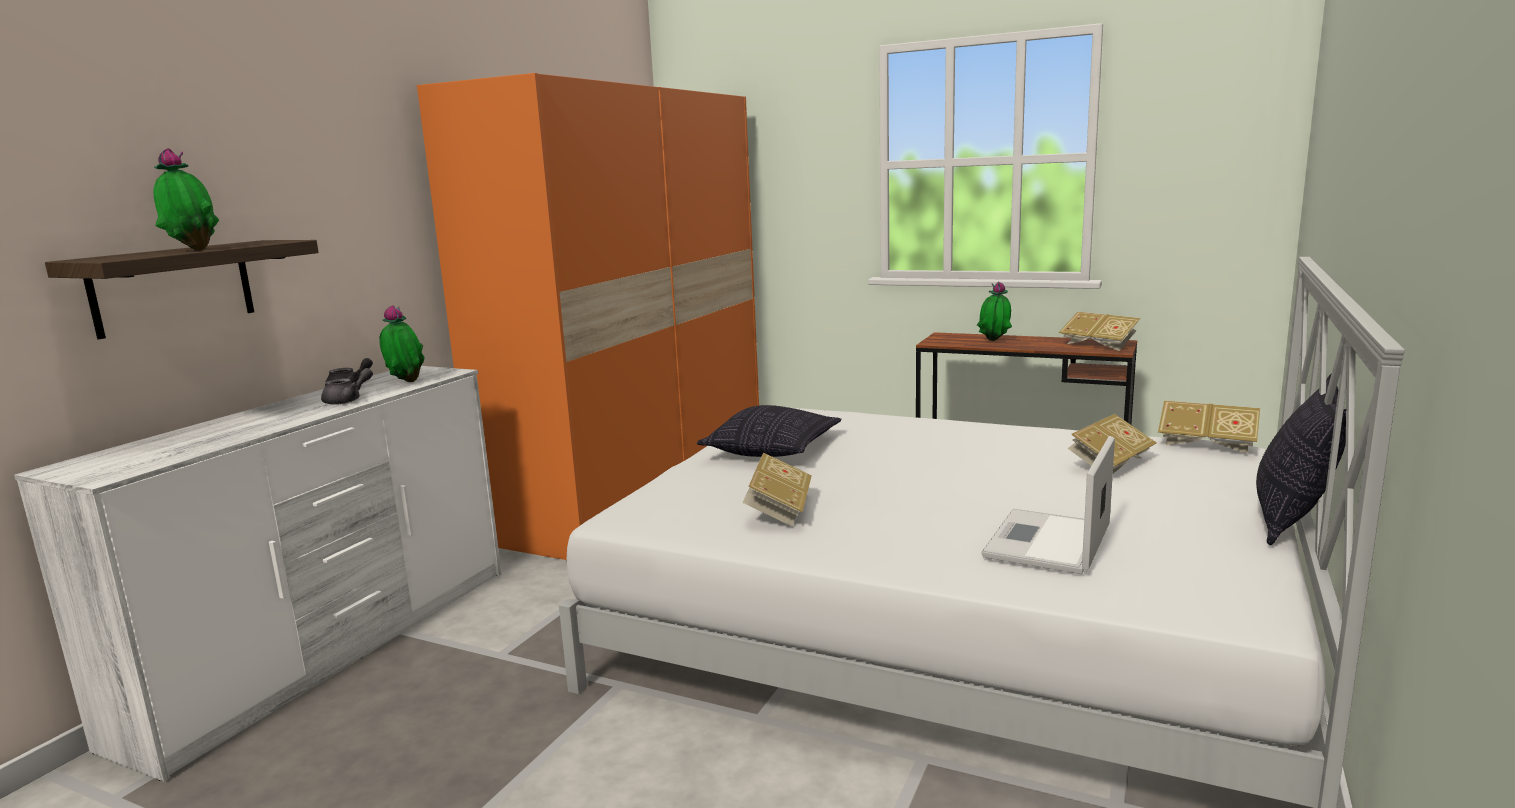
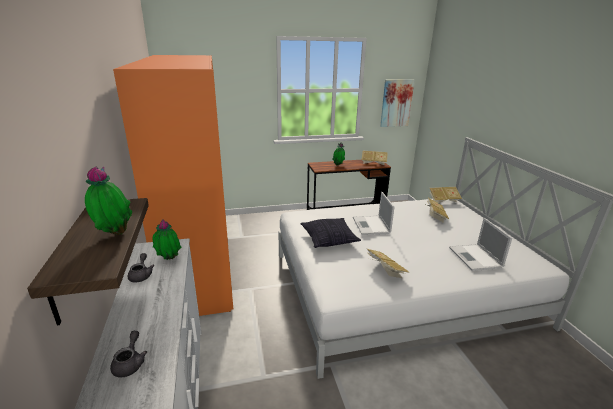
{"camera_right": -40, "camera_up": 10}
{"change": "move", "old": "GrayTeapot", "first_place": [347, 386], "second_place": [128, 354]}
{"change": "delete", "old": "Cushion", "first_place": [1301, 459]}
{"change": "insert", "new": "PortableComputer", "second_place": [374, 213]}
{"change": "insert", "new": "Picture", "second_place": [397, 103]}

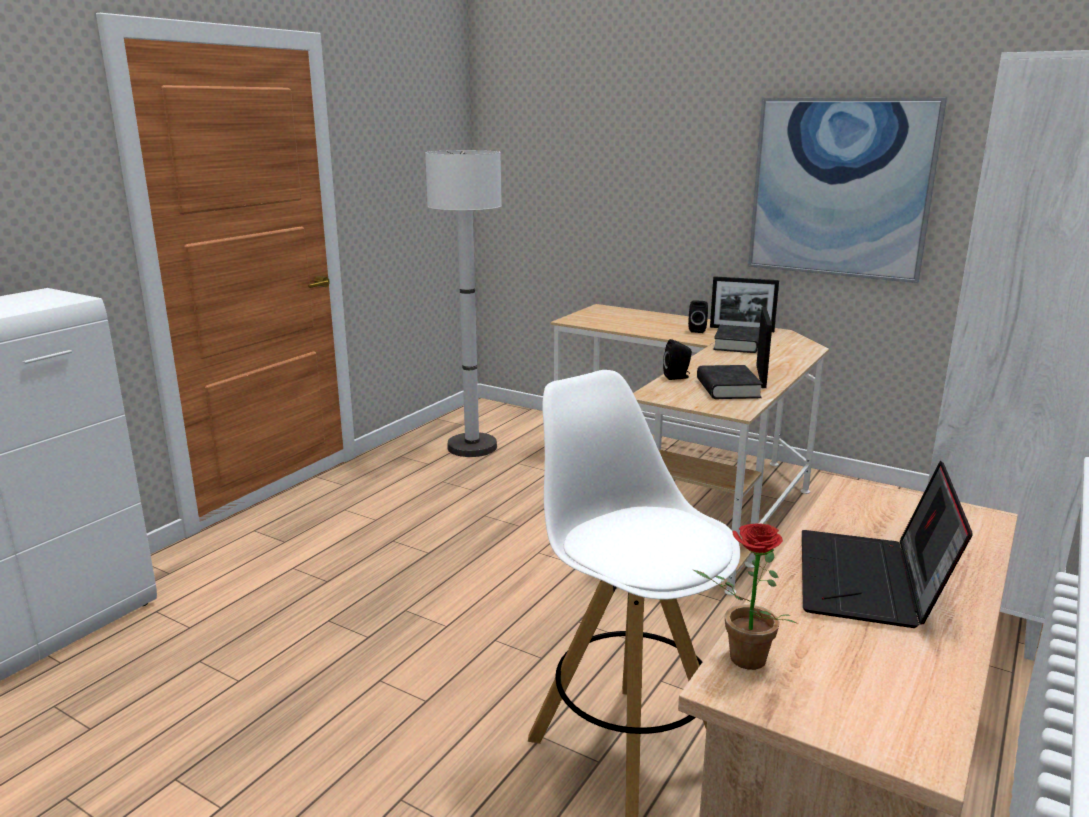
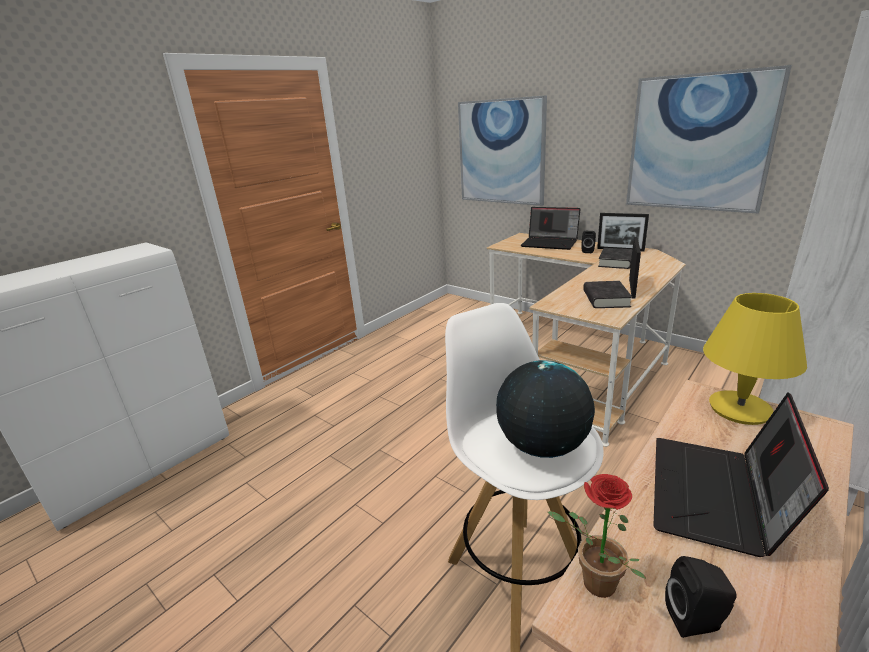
{"camera_right": 10, "camera_up": 5}
{"change": "delete", "old": "WhiteStandardLamp", "first_place": [463, 303]}
{"change": "move", "old": "BlackColouredSpeaker", "first_place": [677, 359], "second_place": [701, 597]}
{"change": "insert", "new": "Picture", "second_place": [502, 150]}
{"change": "insert", "new": "DeskGlobe", "second_place": [545, 409]}
{"change": "insert", "new": "PortableComputer", "second_place": [550, 228]}
{"change": "insert", "new": "YellowTableLamp", "second_place": [755, 359]}

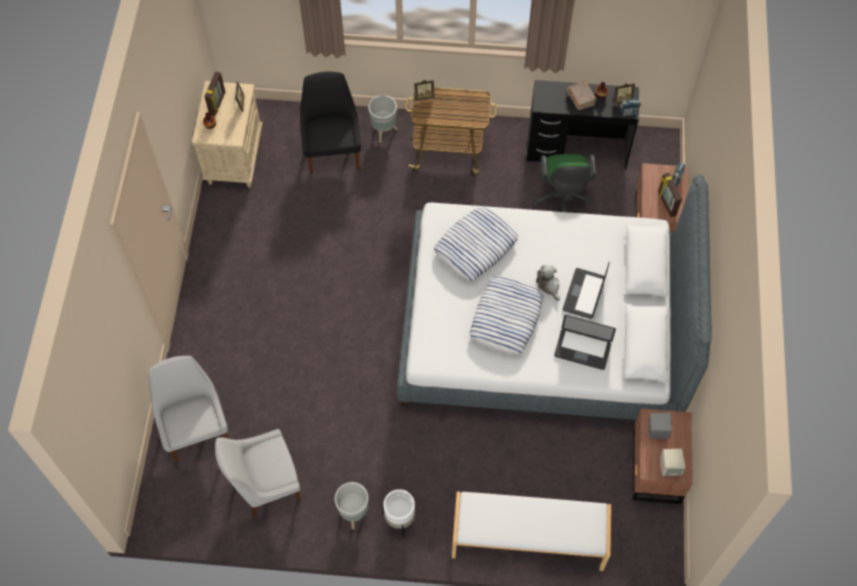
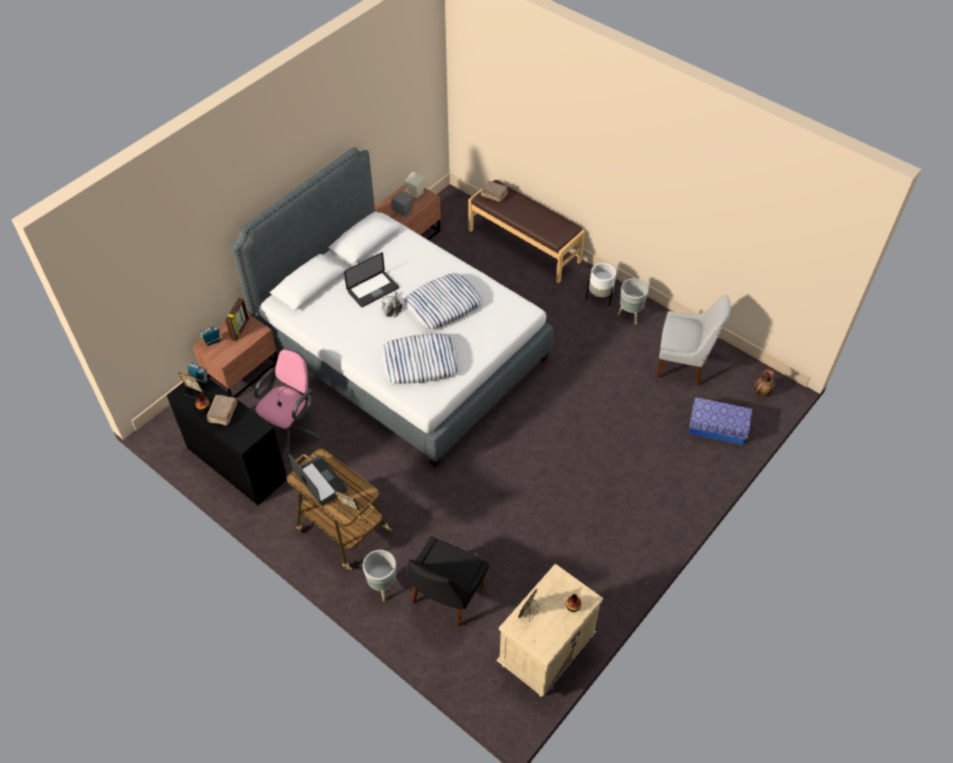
{"camera_right": -145, "camera_up": -10}
{"change": "replace", "old": "WhitePlainChair", "new": "StorageBox", "first_place": [188, 409], "second_place": [720, 421]}
{"change": "delete", "old": "PhotoFrame", "first_place": [214, 94]}
{"change": "recolor", "old": "WhiteIndoorBench", "new": "BrownishIndoorBench", "first_place": [531, 531], "second_place": [526, 231]}
{"change": "recolor", "old": "GreenComputerChair", "new": "PinkColouredComputerChair", "first_place": [565, 183], "second_place": [287, 404]}
{"change": "move", "old": "PortableComputer", "first_place": [585, 342], "second_place": [318, 480]}
{"change": "insert", "new": "BrownishBook", "second_place": [495, 191]}
{"change": "insert", "new": "Vase", "second_place": [764, 382]}

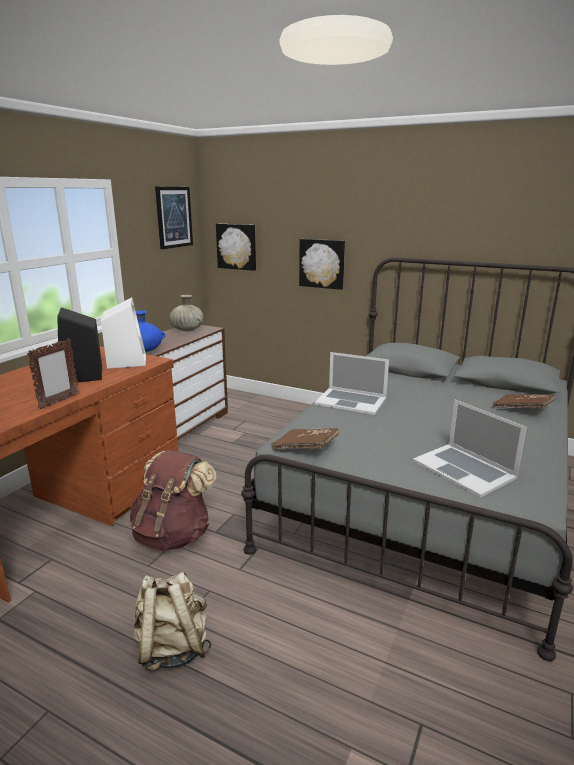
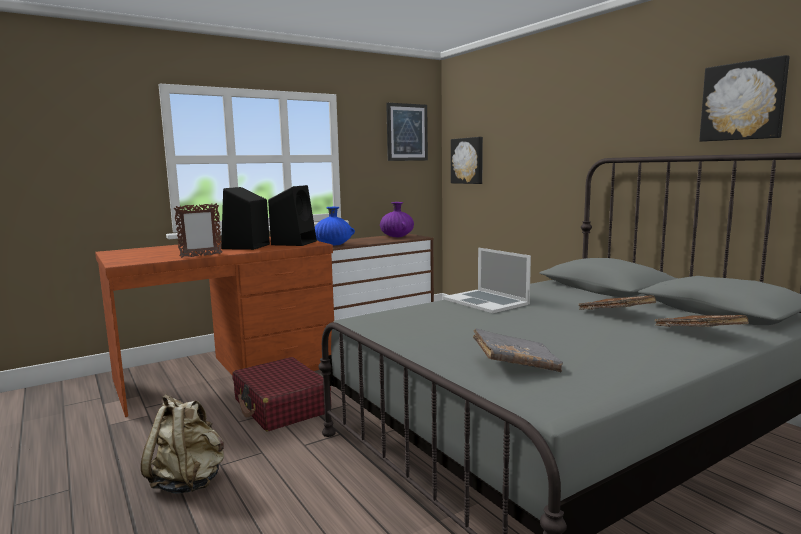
{"camera_right": 30, "camera_up": -10}
{"change": "recolor", "old": "WhiteSpeaker", "new": "BlackColouredSpeaker", "first_place": [123, 333], "second_place": [292, 215]}
{"change": "replace", "old": "BrownishRucksack", "new": "RedColouredTravelCase", "first_place": [173, 500], "second_place": [281, 394]}
{"change": "recolor", "old": "BeigeVase", "new": "PurplishVase", "first_place": [186, 313], "second_place": [397, 219]}
{"change": "move", "old": "BrownishBook", "first_place": [305, 439], "second_place": [617, 302]}
{"change": "move", "old": "Picture", "first_place": [322, 264], "second_place": [744, 98]}
{"change": "replace", "old": "PortableComputer", "new": "GrayBook", "first_place": [470, 449], "second_place": [518, 350]}

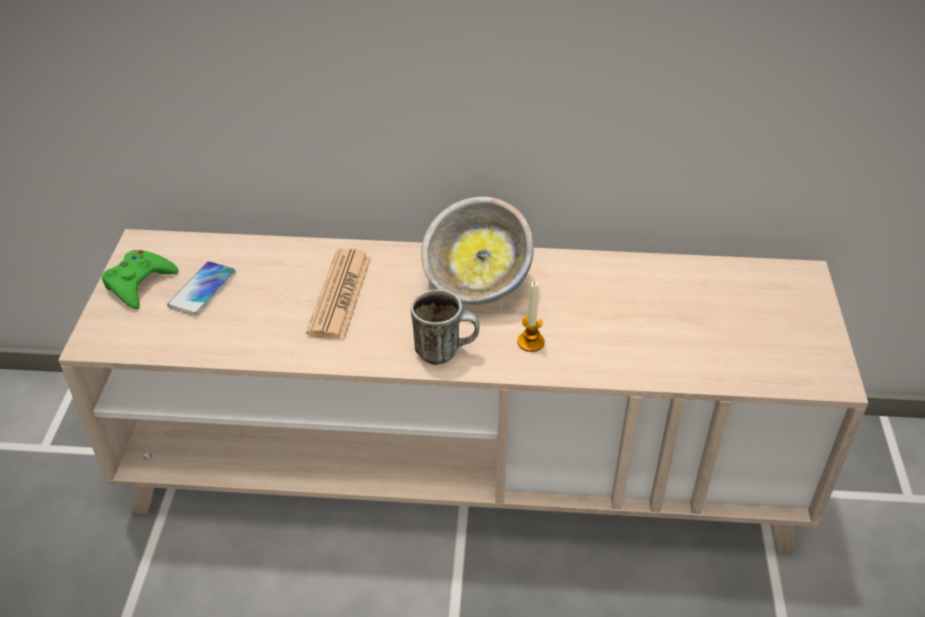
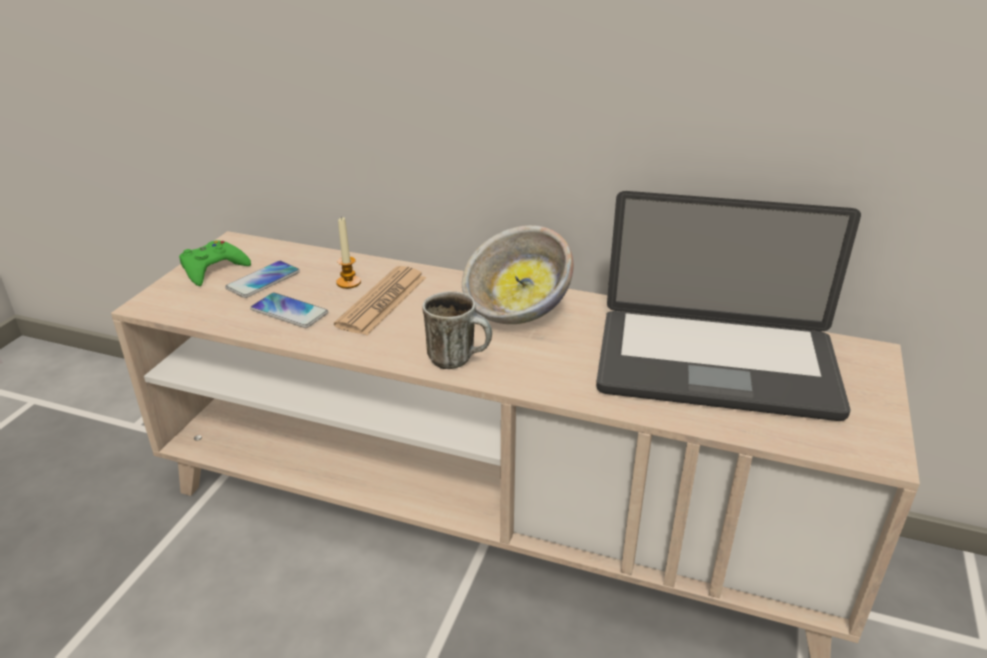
{"camera_right": 15, "camera_up": -10}
{"change": "move", "old": "Candle", "first_place": [531, 316], "second_place": [348, 253]}
{"change": "insert", "new": "Phone", "second_place": [289, 310]}
{"change": "insert", "new": "PortableComputer", "second_place": [728, 306]}

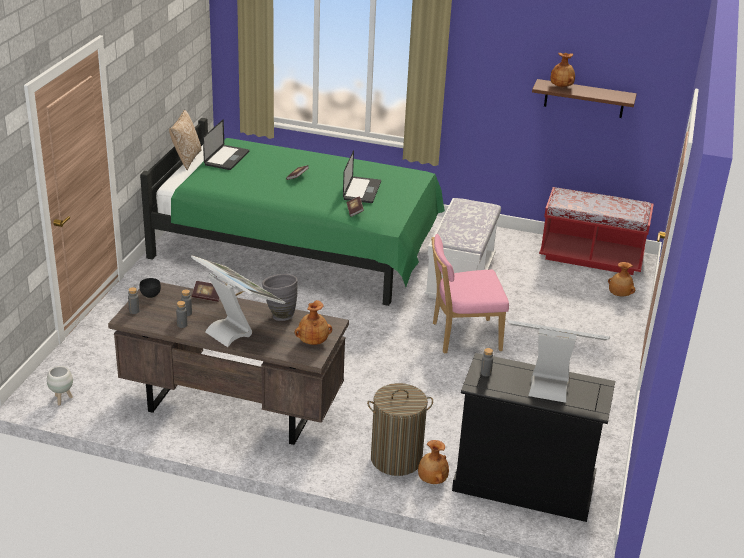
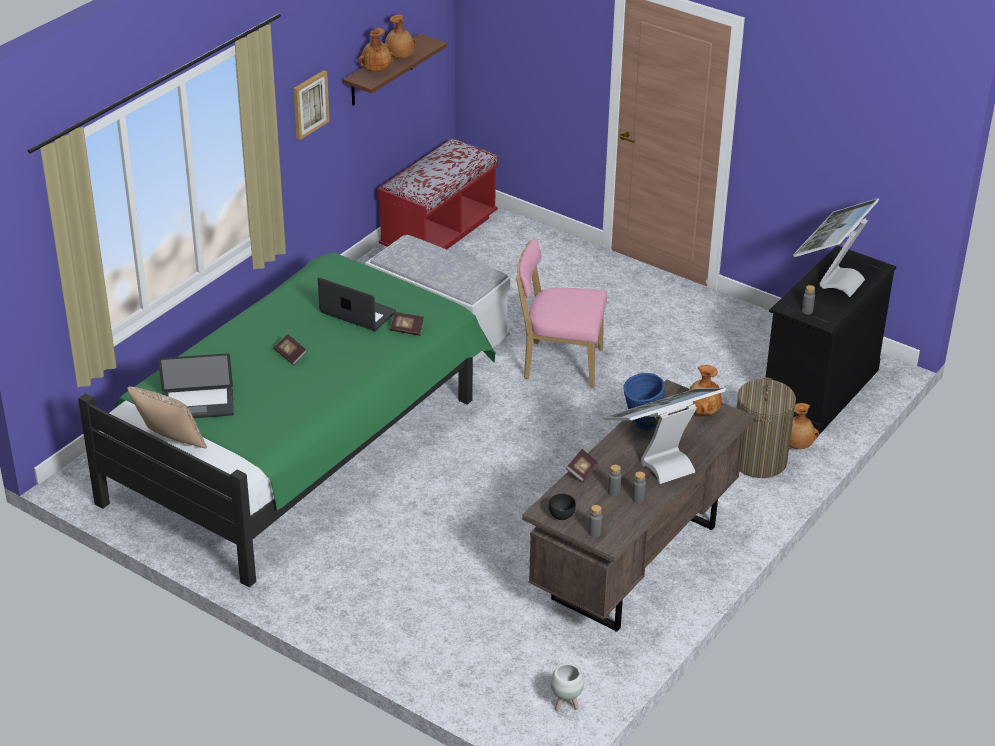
{"camera_right": -70, "camera_up": 5}
{"change": "rotate", "old": "PortableComputer", "first_place": [226, 145], "second_place": [196, 385], "degrees": 135}
{"change": "recolor", "old": "GrayVase", "new": "BluishVase", "first_place": [279, 297], "second_place": [644, 401]}
{"change": "rotate", "old": "PinkColouredPlainChair", "first_place": [470, 294], "second_place": [561, 313], "degrees": 90}
{"change": "move", "old": "BrownishVase", "first_place": [621, 279], "second_place": [400, 36]}
{"change": "insert", "new": "Picture", "second_place": [311, 105]}

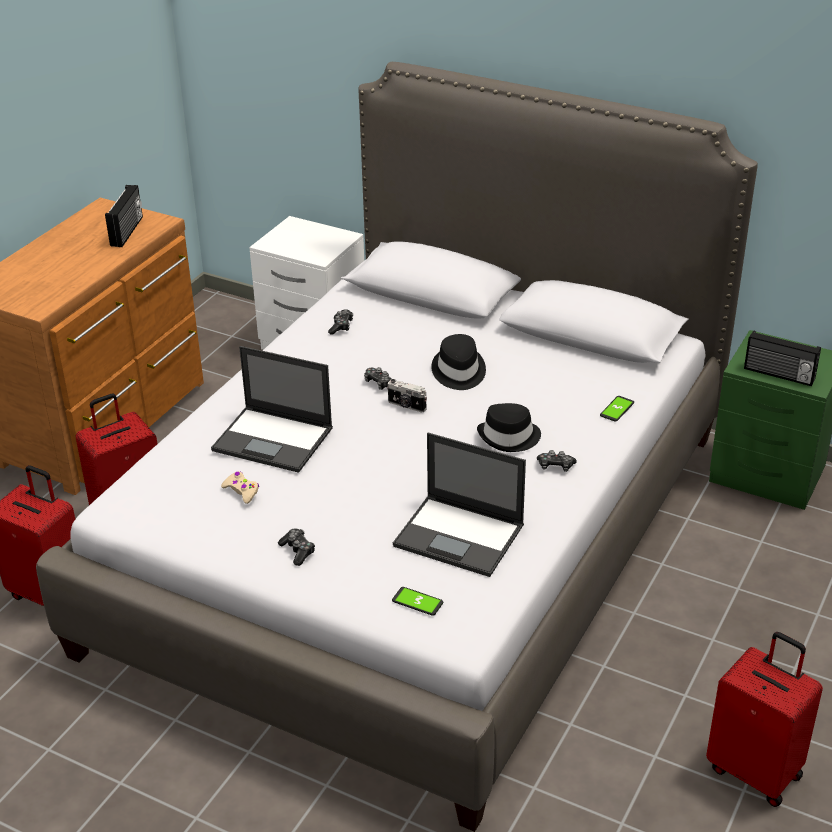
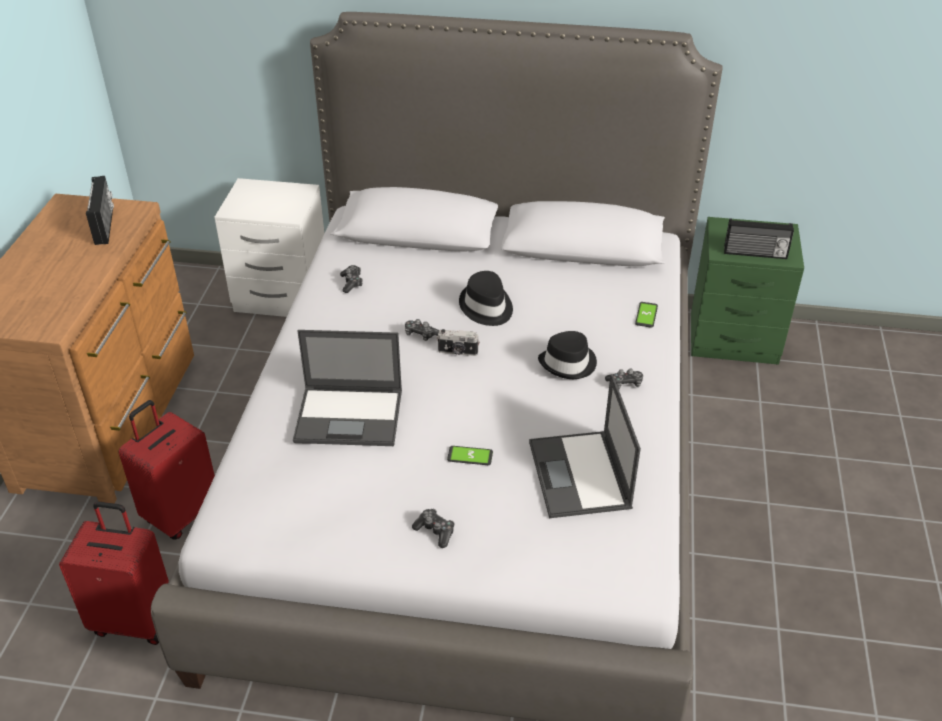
{"camera_right": -20, "camera_up": 5}
{"change": "delete", "old": "BeigeGamepad", "first_place": [240, 487]}
{"change": "move", "old": "Phone", "first_place": [417, 601], "second_place": [470, 455]}
{"change": "rotate", "old": "PortableComputer", "first_place": [459, 505], "second_place": [585, 446], "degrees": 75}
{"change": "delete", "old": "RedColouredTravelCase", "first_place": [764, 719]}

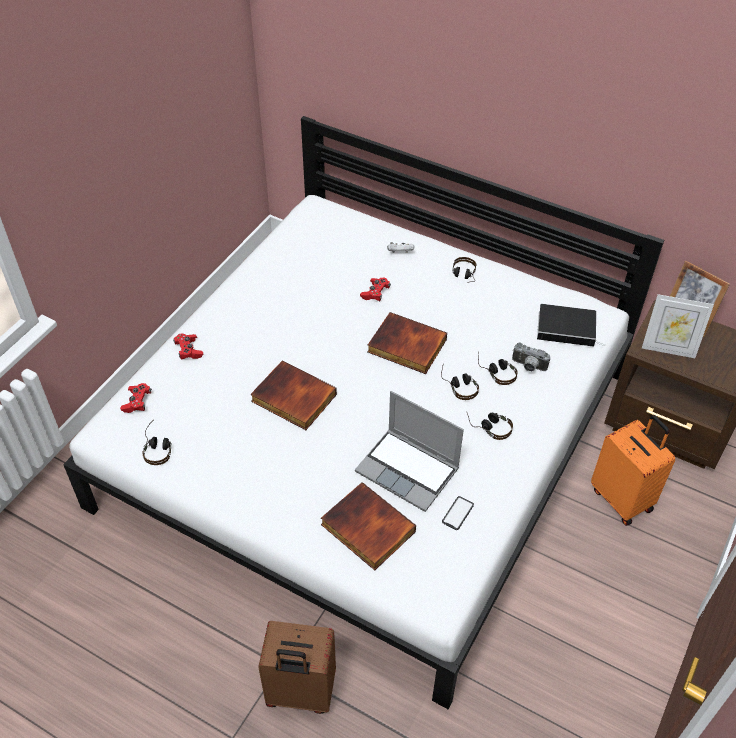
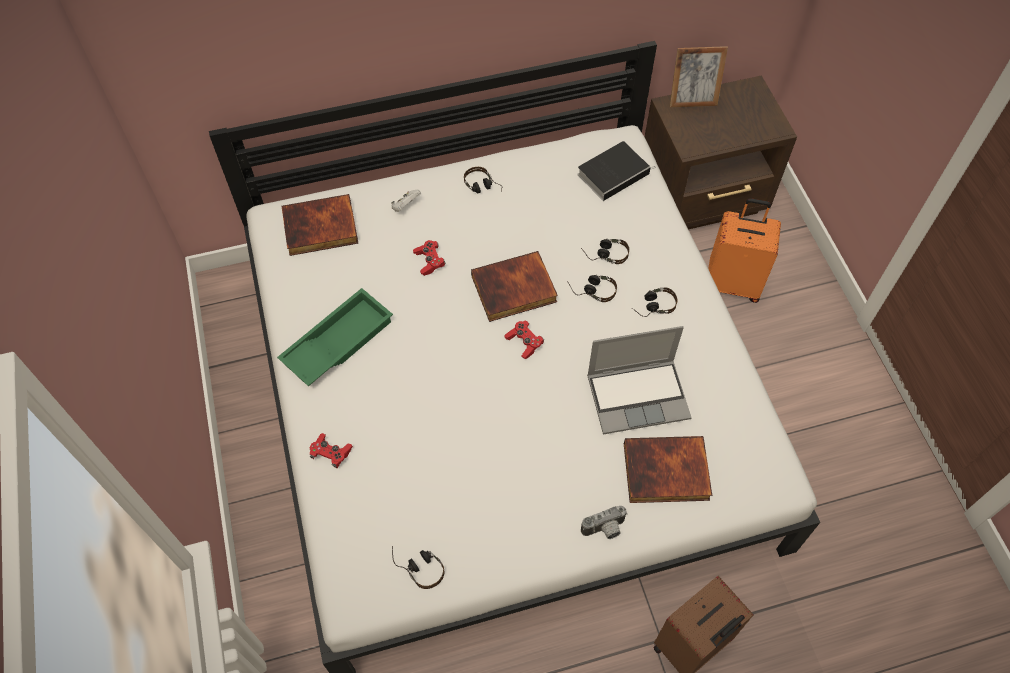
{"camera_right": -45, "camera_up": 10}
{"change": "move", "old": "RedColouredGamepad", "first_place": [136, 398], "second_place": [524, 339]}
{"change": "move", "old": "Book", "first_place": [294, 395], "second_place": [320, 225]}
{"change": "delete", "old": "Phone", "first_place": [458, 513]}
{"change": "move", "old": "StillCamera", "first_place": [531, 357], "second_place": [604, 522]}
{"change": "delete", "old": "PhotoFrame", "first_place": [678, 326]}
{"change": "insert", "new": "GreenCarryingTray", "second_place": [335, 337]}

